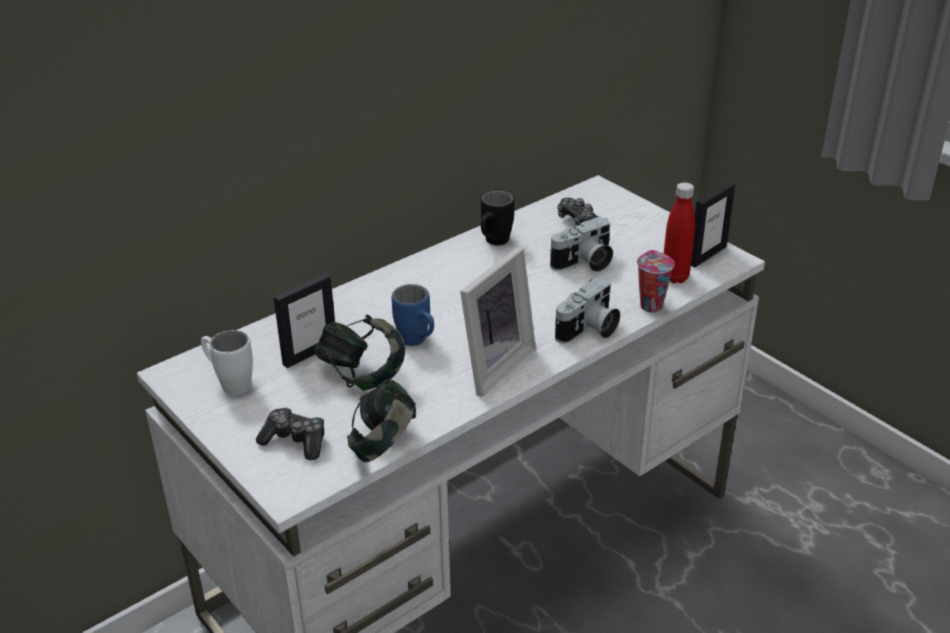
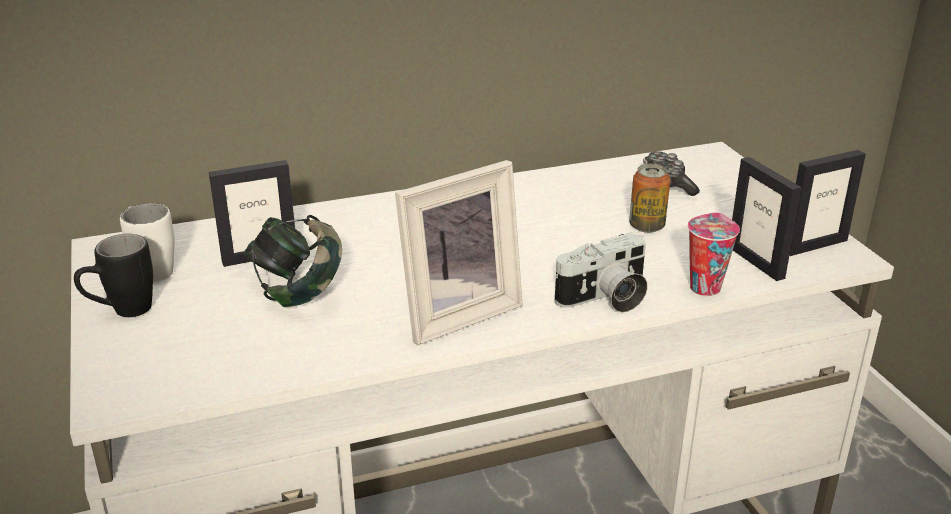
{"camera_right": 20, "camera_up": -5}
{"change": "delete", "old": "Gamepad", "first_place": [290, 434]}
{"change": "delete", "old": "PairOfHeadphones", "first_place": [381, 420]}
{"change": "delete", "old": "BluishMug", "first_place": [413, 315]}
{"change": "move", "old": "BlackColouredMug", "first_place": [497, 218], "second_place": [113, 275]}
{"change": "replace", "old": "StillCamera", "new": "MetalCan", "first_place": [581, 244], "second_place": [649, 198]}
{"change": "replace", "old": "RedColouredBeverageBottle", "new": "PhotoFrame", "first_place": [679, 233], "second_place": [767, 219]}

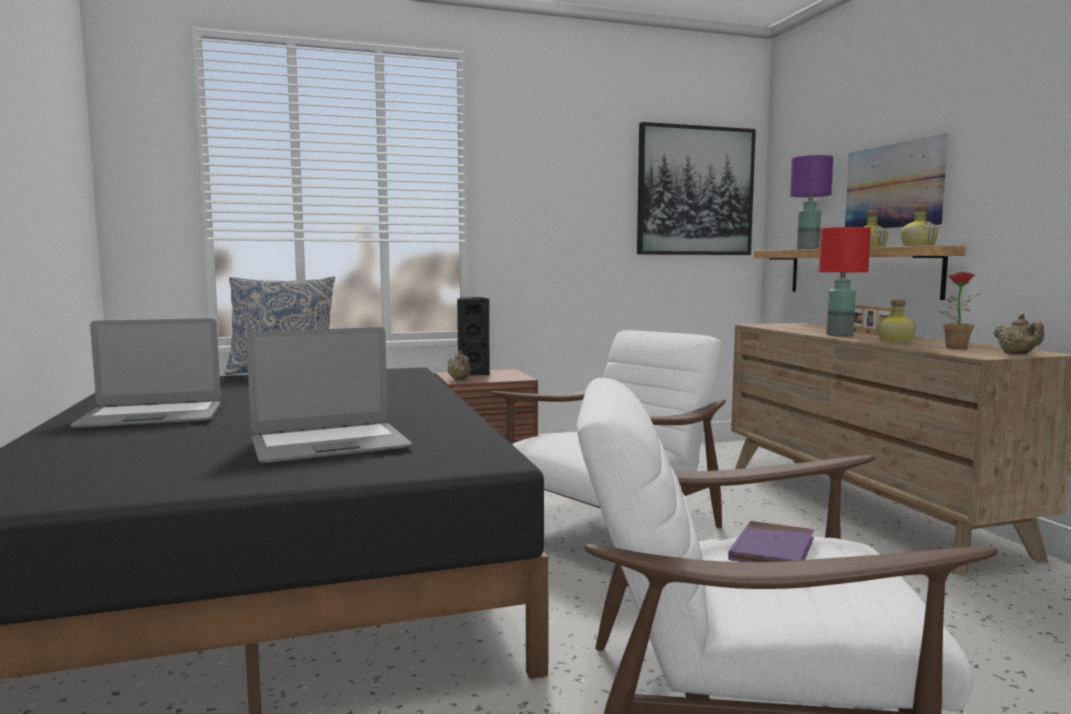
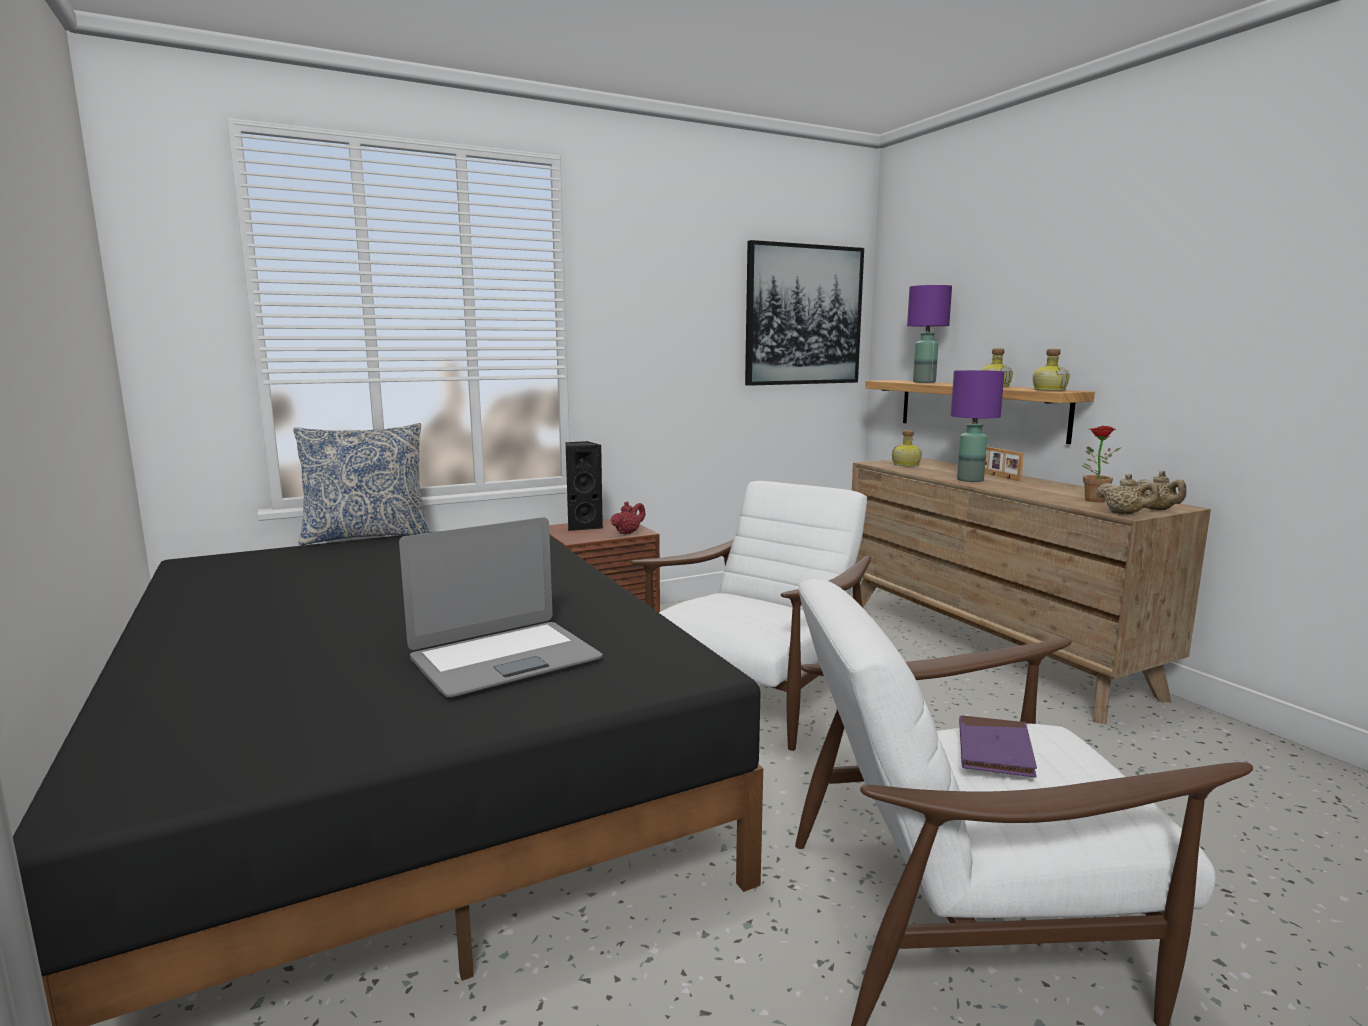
{"camera_right": -10, "camera_up": 5}
{"change": "delete", "old": "PortableComputer", "first_place": [145, 373]}
{"change": "move", "old": "BeigeTeapot", "first_place": [459, 365], "second_place": [1128, 494]}
{"change": "recolor", "old": "RedColouredTableLamp", "new": "PurplishTableLamp", "first_place": [845, 281], "second_place": [978, 426]}
{"change": "delete", "old": "Picture", "first_place": [896, 180]}
{"change": "move", "old": "BeverageBottle", "first_place": [896, 320], "second_place": [907, 448]}
{"change": "insert", "new": "RedColouredTeapot", "second_place": [628, 518]}

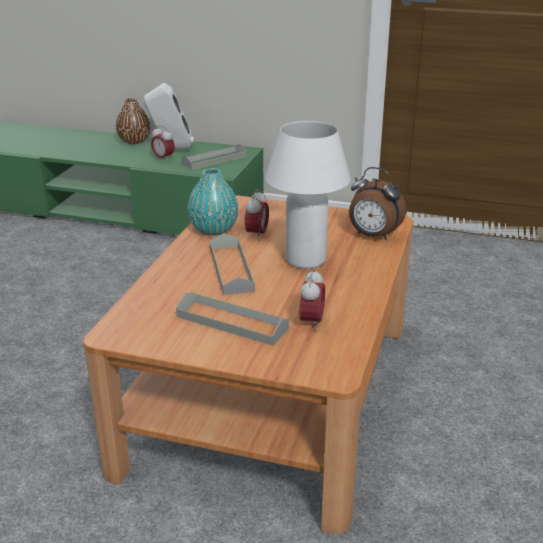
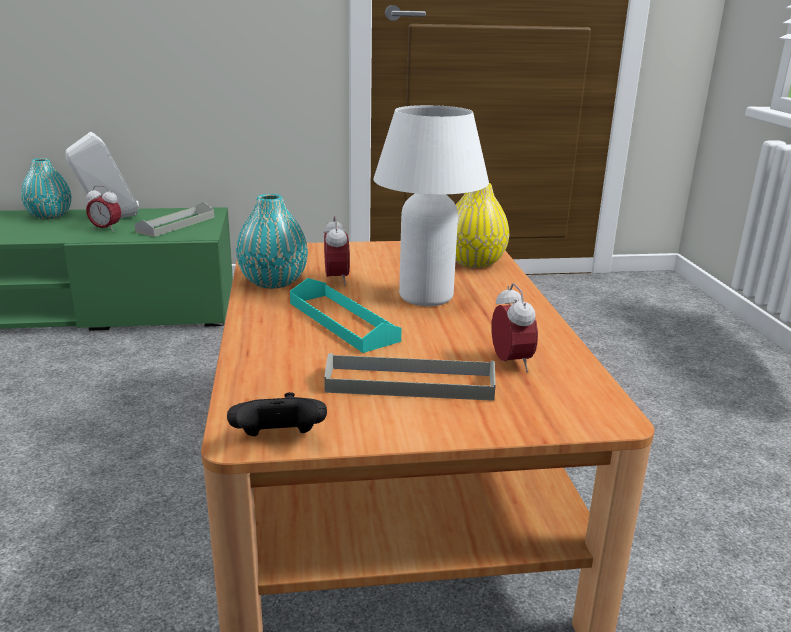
{"camera_right": -25, "camera_up": -5}
{"change": "recolor", "old": "BrownishVase", "new": "BlueGreenVase", "first_place": [133, 121], "second_place": [46, 188]}
{"change": "recolor", "old": "GrayCarryingTray", "new": "BlueGreenCarryingTray", "first_place": [232, 264], "second_place": [346, 315]}
{"change": "replace", "old": "AlarmClock", "new": "YellowVase", "first_place": [377, 203], "second_place": [482, 225]}
{"change": "insert", "new": "BlackColouredGamepad", "second_place": [277, 414]}

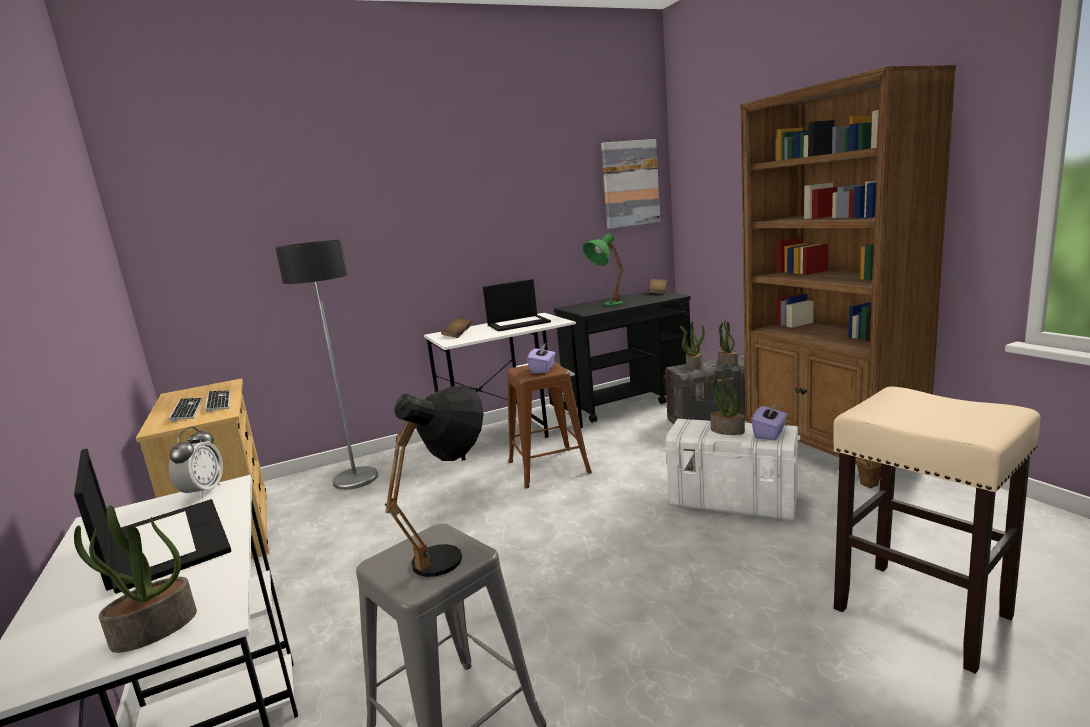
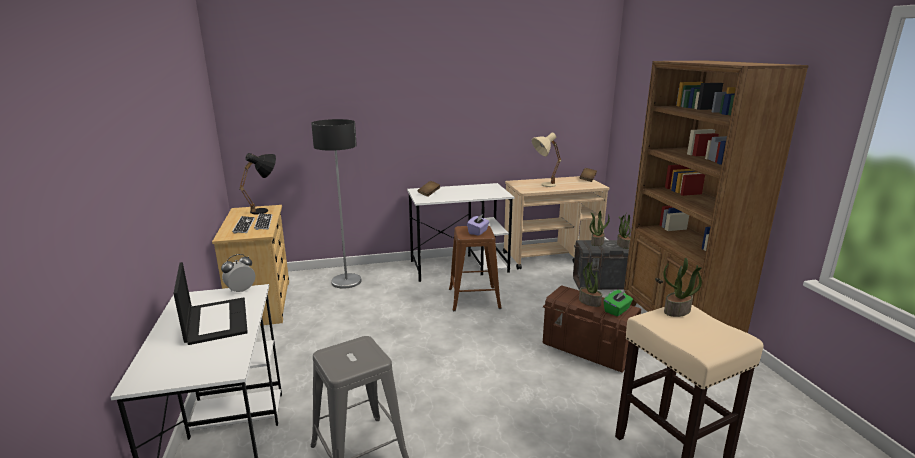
{"camera_right": 10, "camera_up": 5}
{"change": "move", "old": "PottedPlant", "first_place": [135, 579], "second_place": [682, 287]}
{"change": "rotate", "old": "AlarmClock", "first_place": [196, 462], "second_place": [238, 273], "degrees": -150}
{"change": "move", "old": "BlackColouredTableLamp", "first_place": [434, 481], "second_place": [257, 183]}
{"change": "delete", "old": "PortableComputer", "first_place": [517, 305]}
{"change": "recolor", "old": "BlackColouredWheeledCart", "new": "BeigeWheeledCart", "first_place": [622, 357], "second_place": [556, 223]}
{"change": "recolor", "old": "GreenTableLamp", "new": "BeigeTableLamp", "first_place": [603, 269], "second_place": [546, 159]}
{"change": "delete", "old": "Picture", "first_place": [630, 184]}
{"change": "recolor", "old": "WhiteStorageBox", "new": "BrownishStorageBox", "first_place": [731, 470], "second_place": [592, 329]}
{"change": "recolor", "old": "PurplishTissueHolder", "new": "GreenTissueHolder", "first_place": [769, 421], "second_place": [618, 303]}

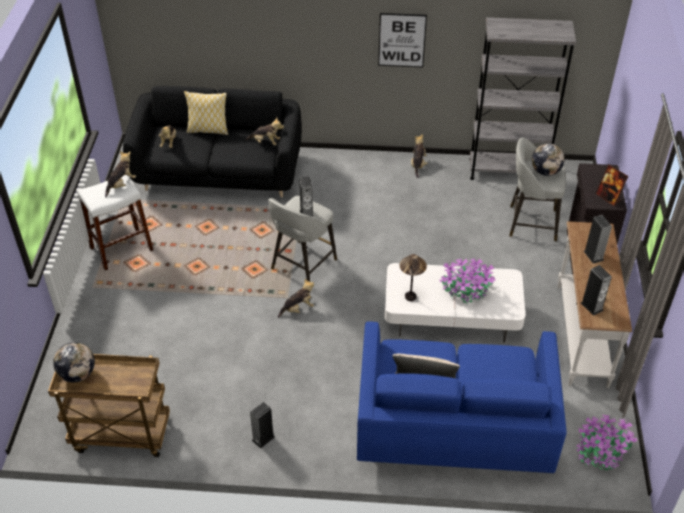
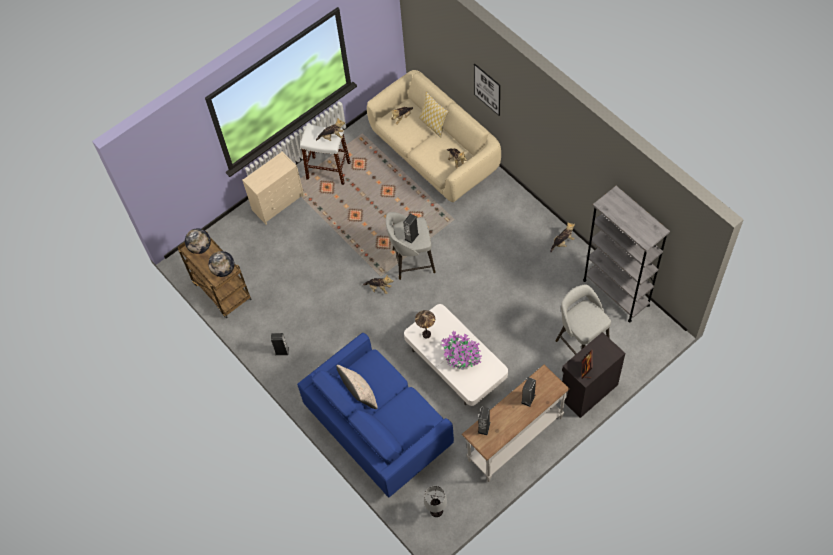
{"camera_right": 50, "camera_up": 15}
{"change": "recolor", "old": "BlackColouredSettee", "new": "BeigeSettee", "first_place": [212, 141], "second_place": [434, 136]}
{"change": "move", "old": "Picture", "first_place": [402, 40], "second_place": [487, 90]}
{"change": "move", "old": "DeskGlobe", "first_place": [548, 159], "second_place": [221, 264]}
{"change": "replace", "old": "PottedPlant", "new": "TableLamp", "first_place": [607, 442], "second_place": [435, 501]}
{"change": "insert", "new": "BeigeDresser", "second_place": [273, 188]}

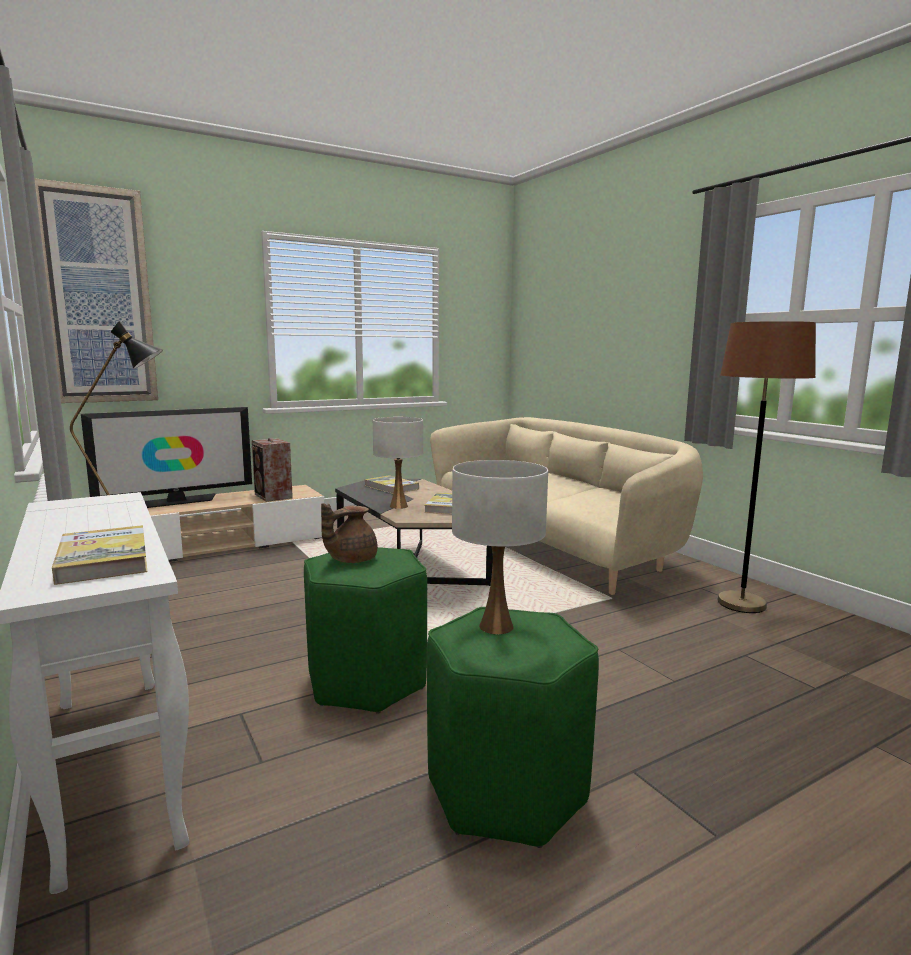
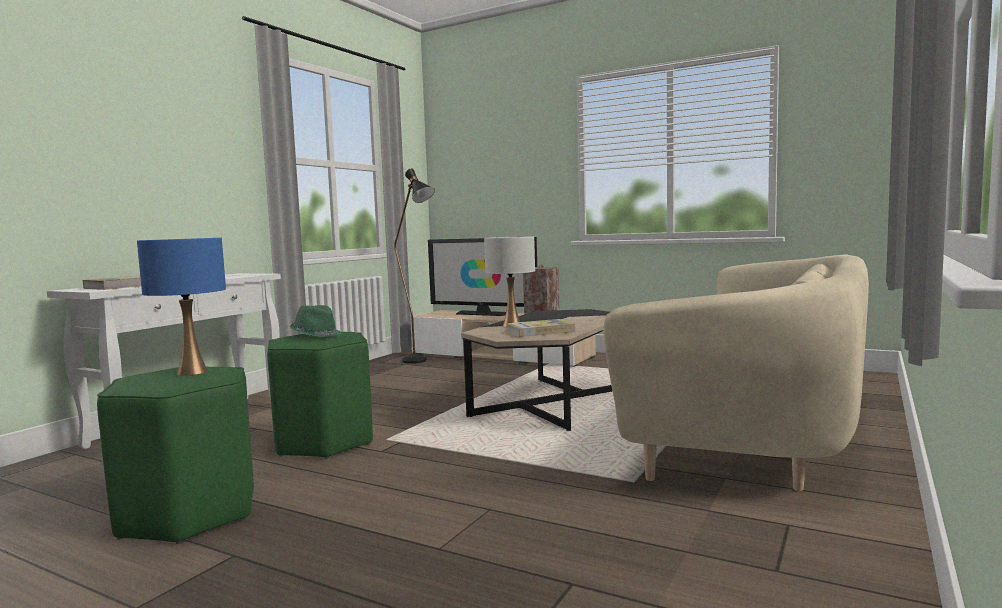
{"camera_right": 60, "camera_up": -5}
{"change": "delete", "old": "Picture", "first_place": [96, 290]}
{"change": "replace", "old": "BrownishTeapot", "new": "GreenHat", "first_place": [349, 533], "second_place": [315, 321]}
{"change": "delete", "old": "Book", "first_place": [391, 484]}
{"change": "recolor", "old": "WhiteTableLamp", "new": "BluishTableLamp", "first_place": [500, 547], "second_place": [181, 306]}
{"change": "delete", "old": "BrownishStandardLamp", "first_place": [766, 467]}

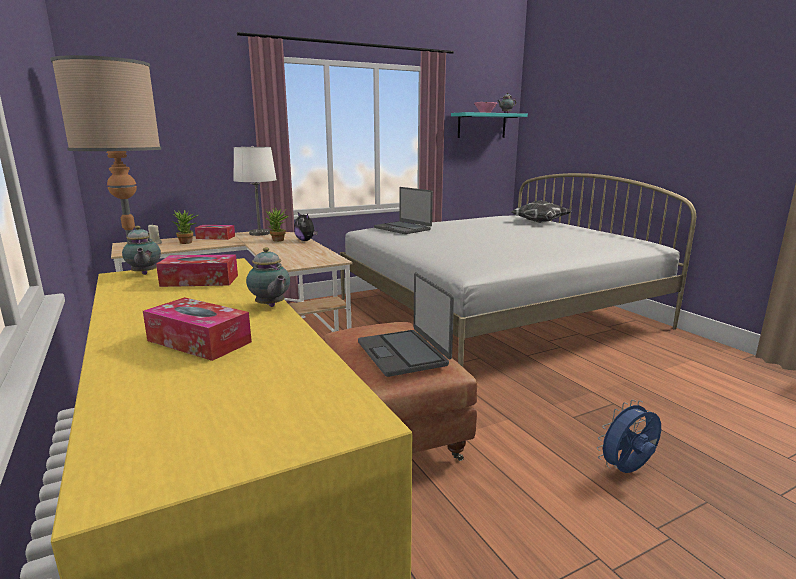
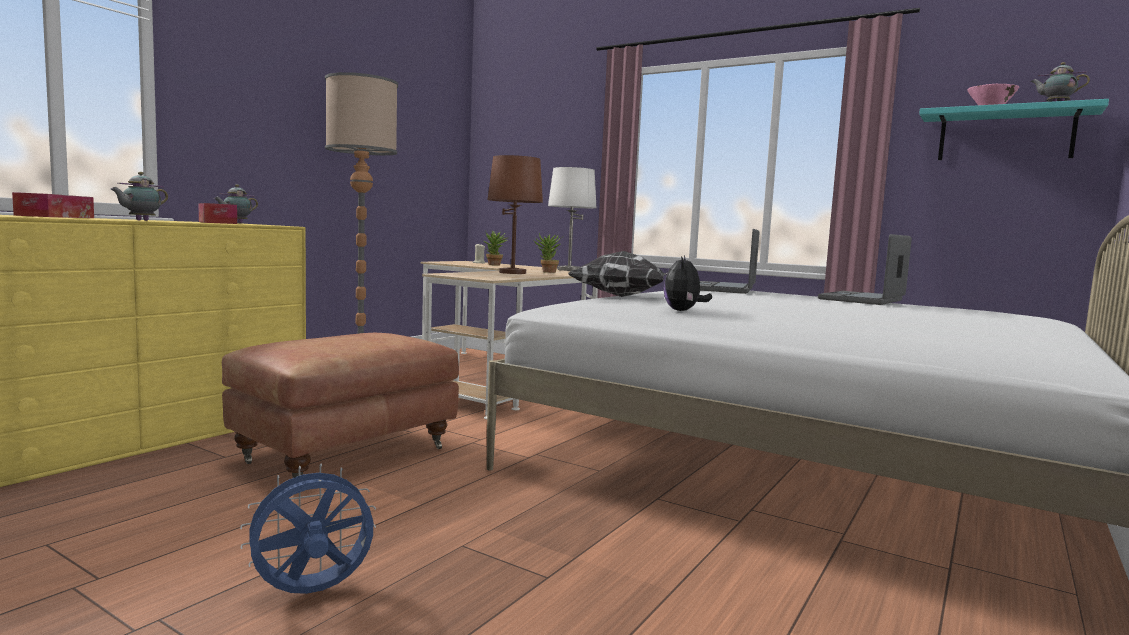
{"camera_right": 60, "camera_up": -10}
{"change": "delete", "old": "TissueHolder", "first_place": [215, 232]}
{"change": "move", "old": "SoftToy", "first_place": [306, 226], "second_place": [688, 283]}
{"change": "move", "old": "PortableComputer", "first_place": [406, 325], "second_place": [865, 269]}
{"change": "move", "old": "Cushion", "first_place": [541, 211], "second_place": [618, 274]}
{"change": "rotate", "old": "BluishElectricFan", "first_place": [629, 436], "second_place": [308, 528], "degrees": -60}
{"change": "insert", "new": "BrownishTableLamp", "second_place": [515, 214]}

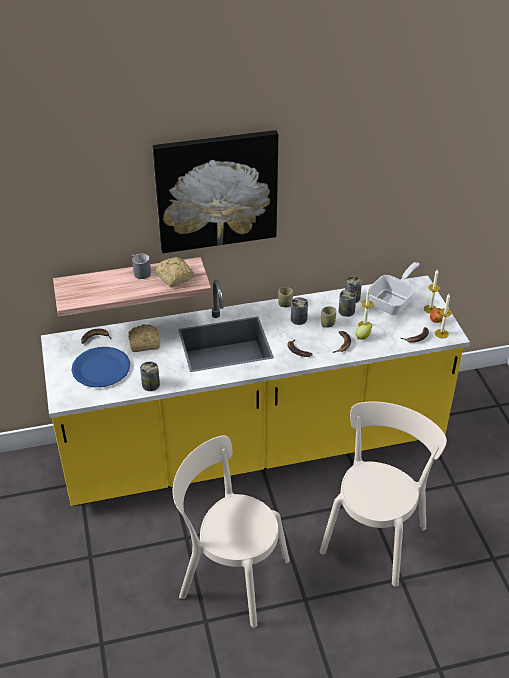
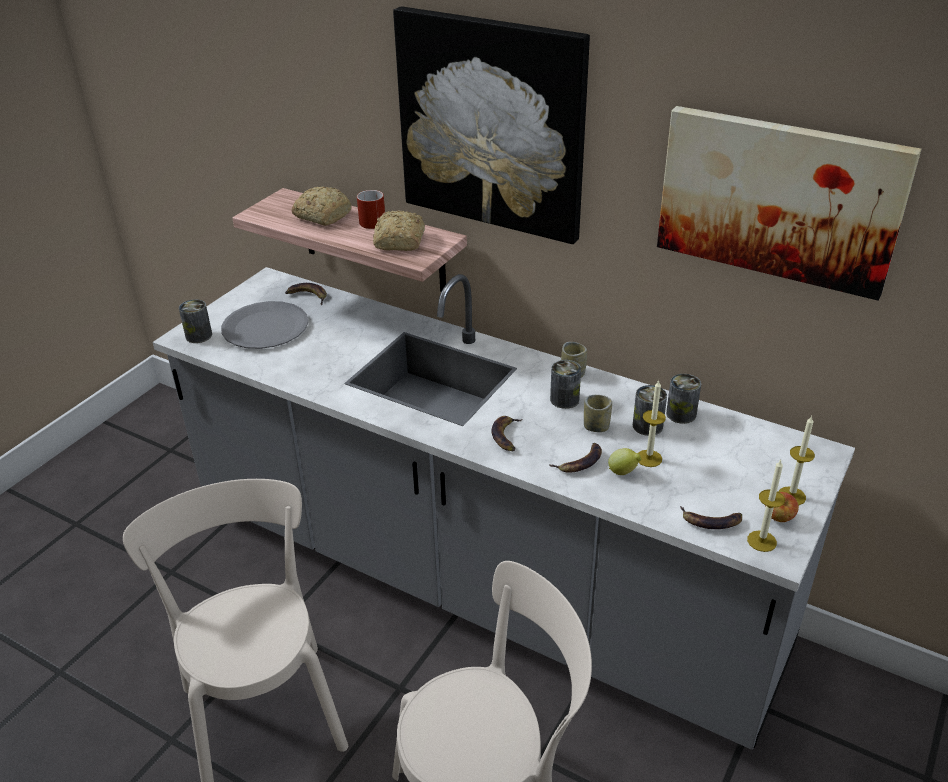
{"camera_right": 45, "camera_up": -5}
{"change": "recolor", "old": "YellowKitchenCounter", "new": "GrayKitchenCounter", "first_place": [255, 390], "second_place": [503, 508]}
{"change": "recolor", "old": "BluishFlatDish", "new": "GrayFlatDish", "first_place": [101, 367], "second_place": [264, 325]}
{"change": "move", "old": "Bread", "first_place": [144, 338], "second_place": [321, 206]}
{"change": "recolor", "old": "GrayMug", "new": "RedColouredMug", "first_place": [141, 266], "second_place": [371, 209]}
{"change": "move", "old": "MetalCan", "first_place": [150, 376], "second_place": [195, 321]}
{"change": "delete", "old": "Pan", "first_place": [394, 288]}
{"change": "insert", "new": "Picture", "second_place": [789, 203]}

